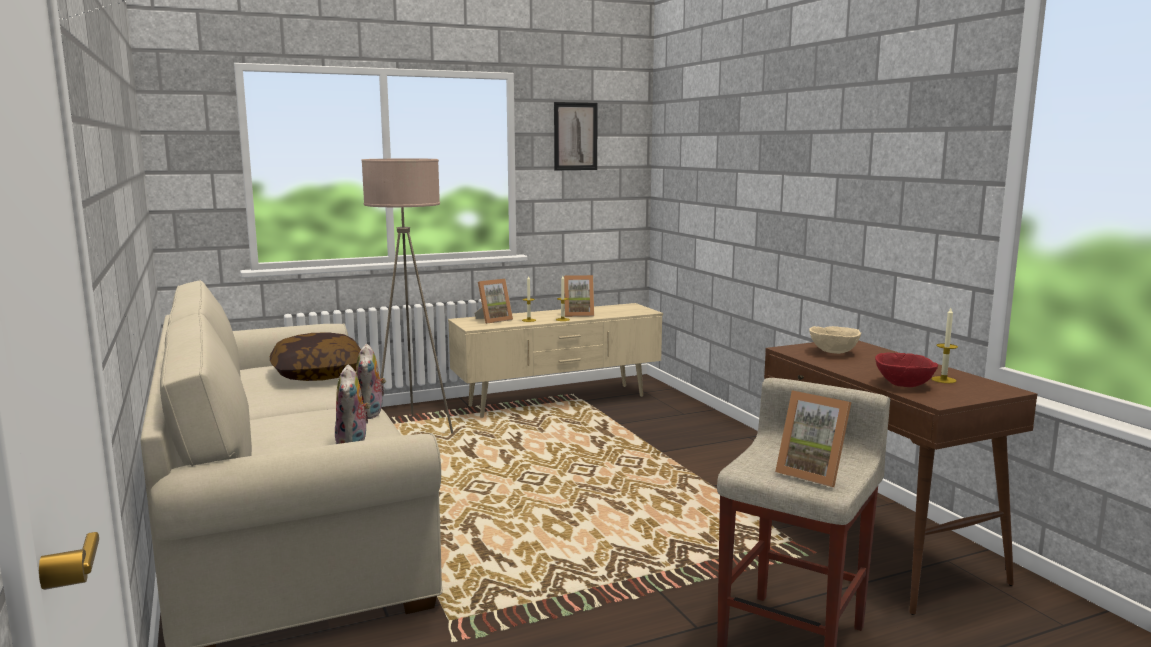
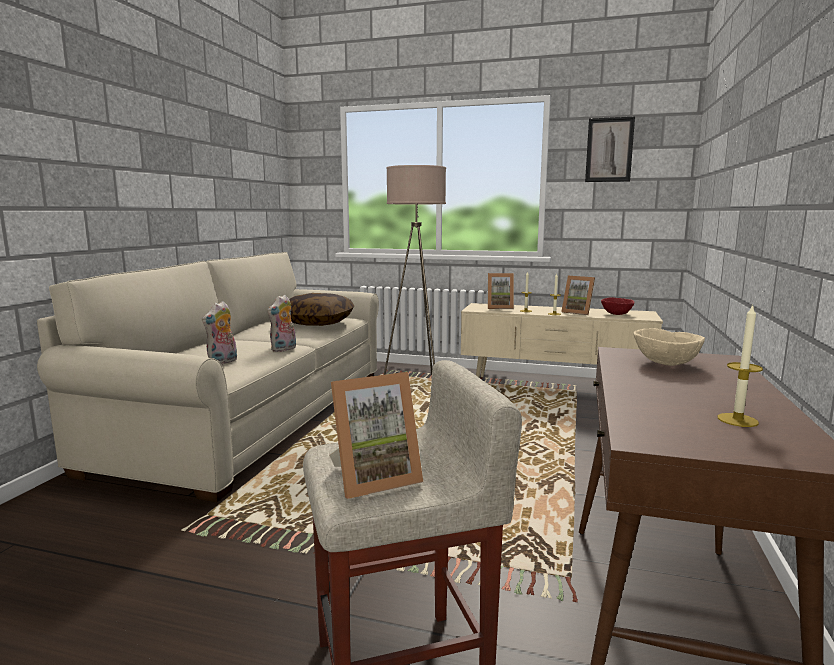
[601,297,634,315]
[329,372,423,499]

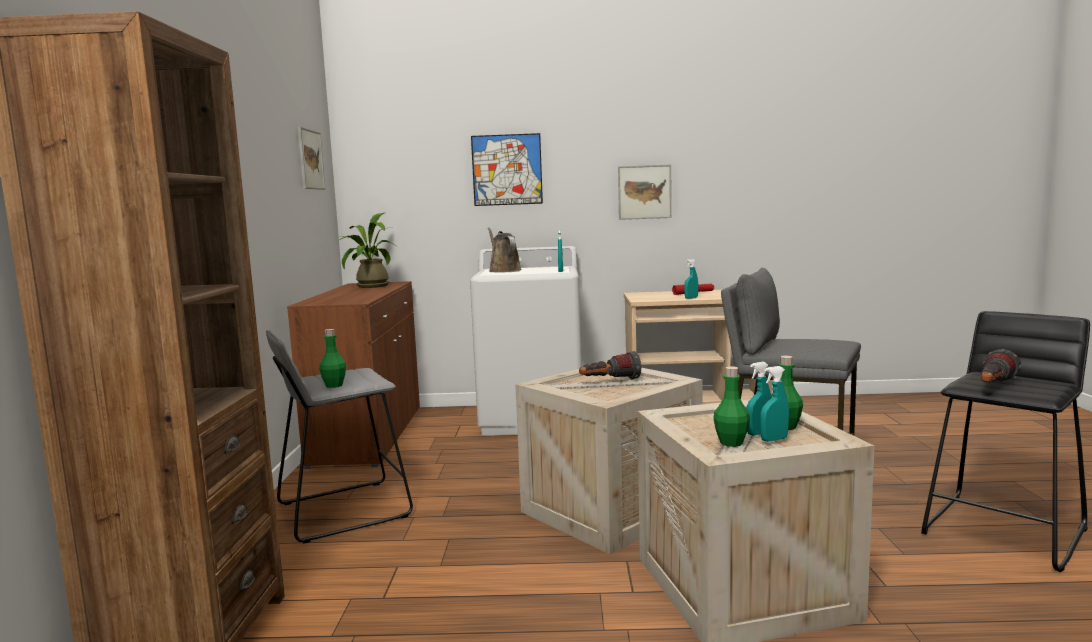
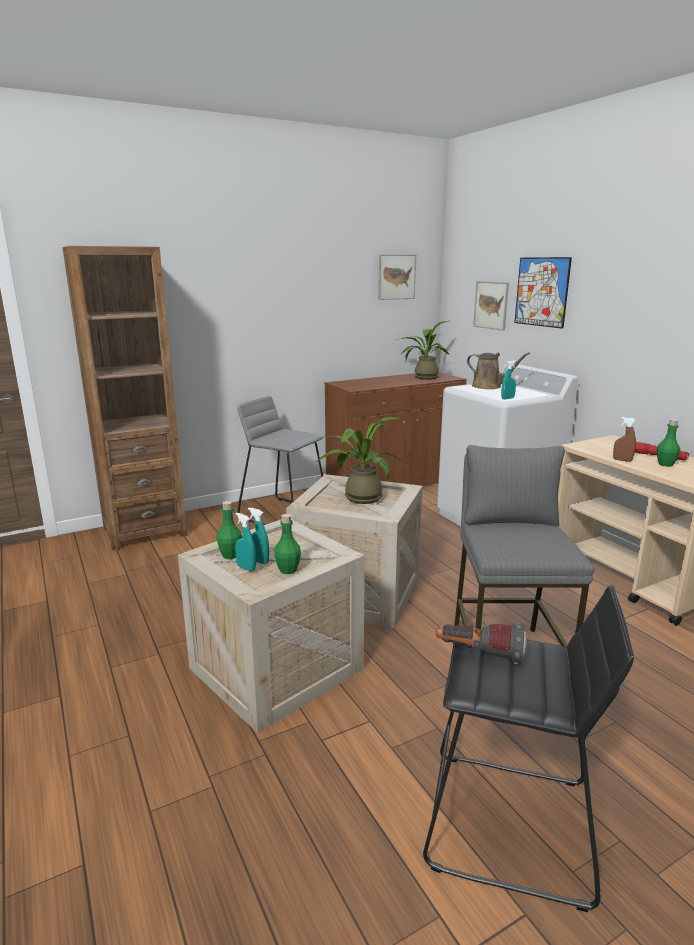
[657,419,680,467]
[473,281,509,331]
[315,417,408,504]
[613,417,636,462]
[467,352,530,389]

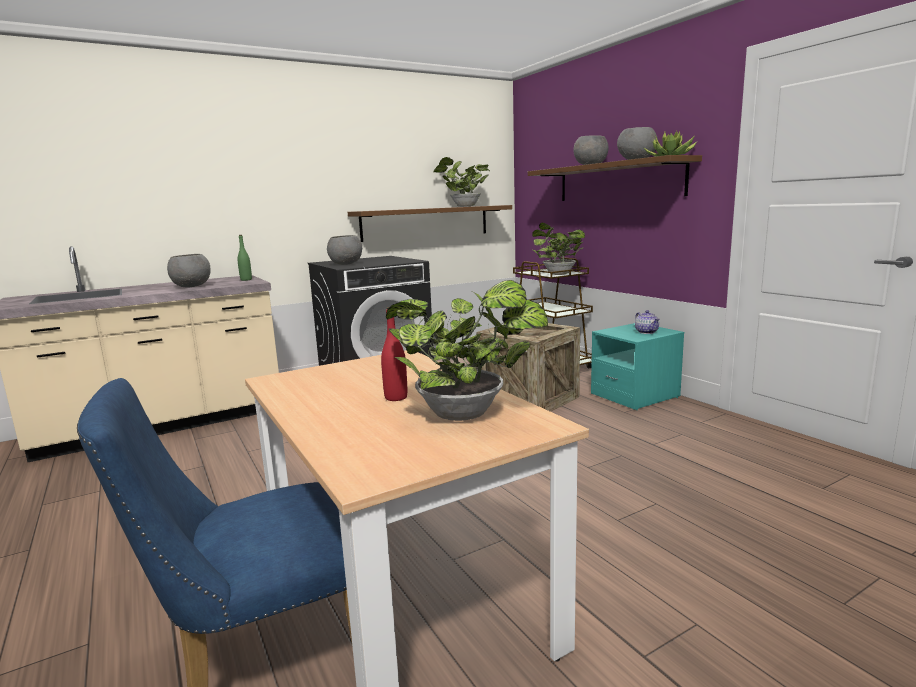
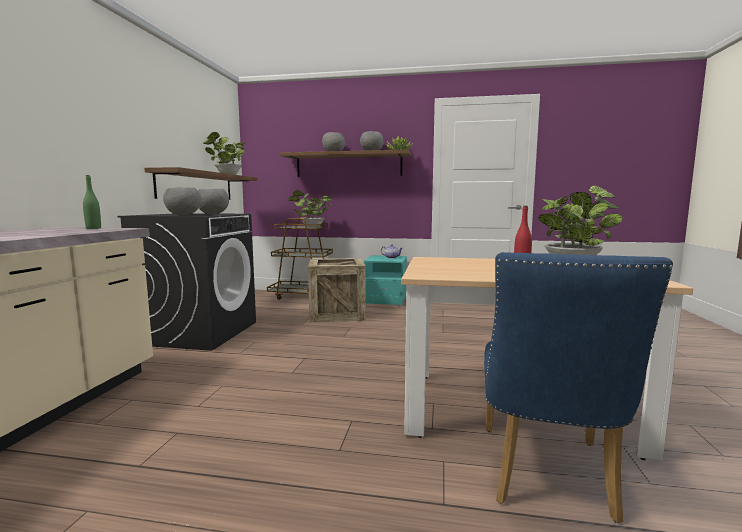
[198,189,229,214]

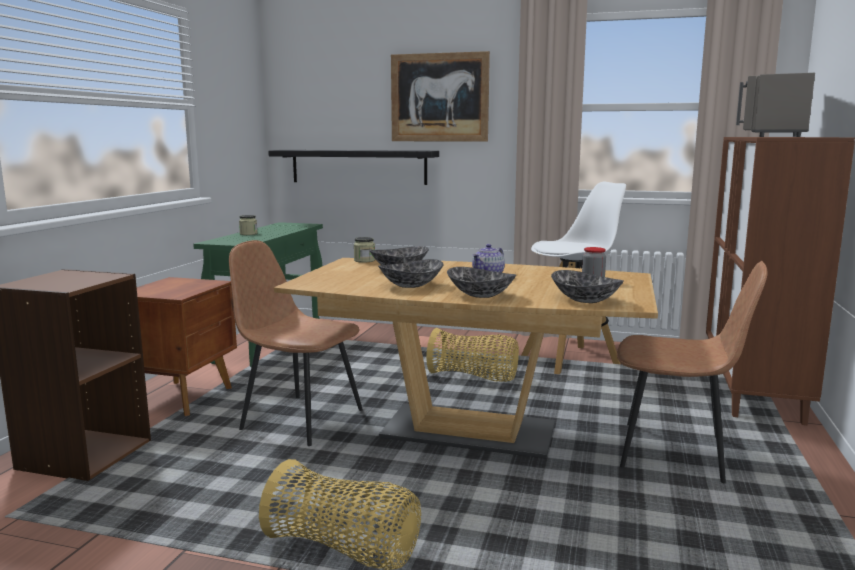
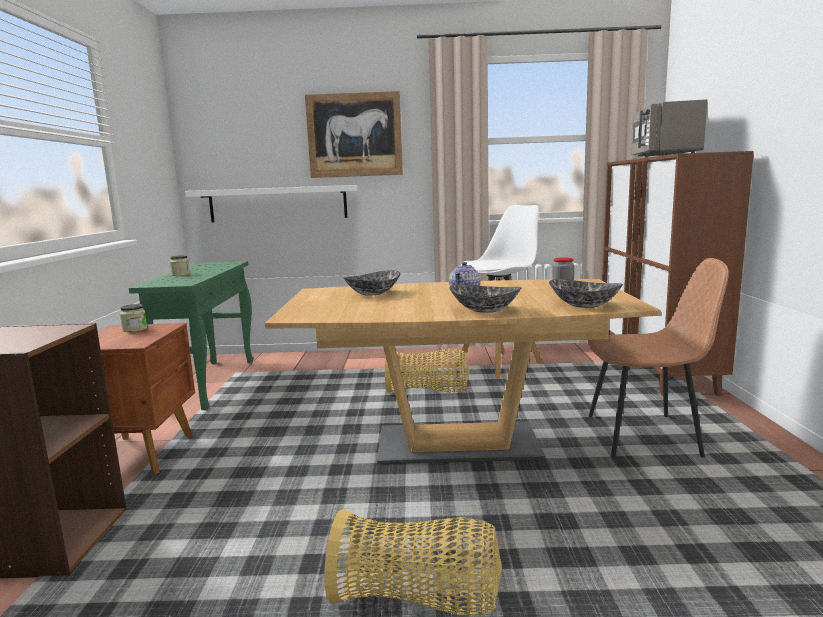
[229,240,363,446] (first image)
[378,259,444,288] (first image)
[120,304,147,332]
[185,185,358,222]

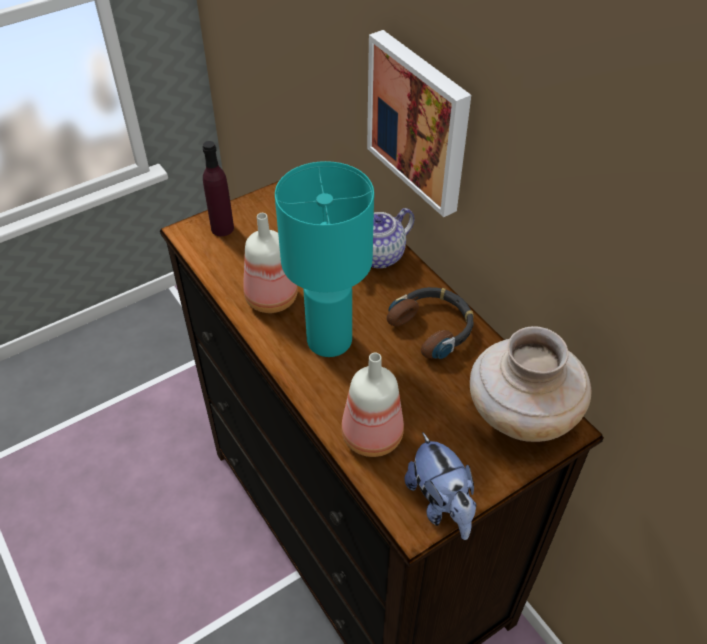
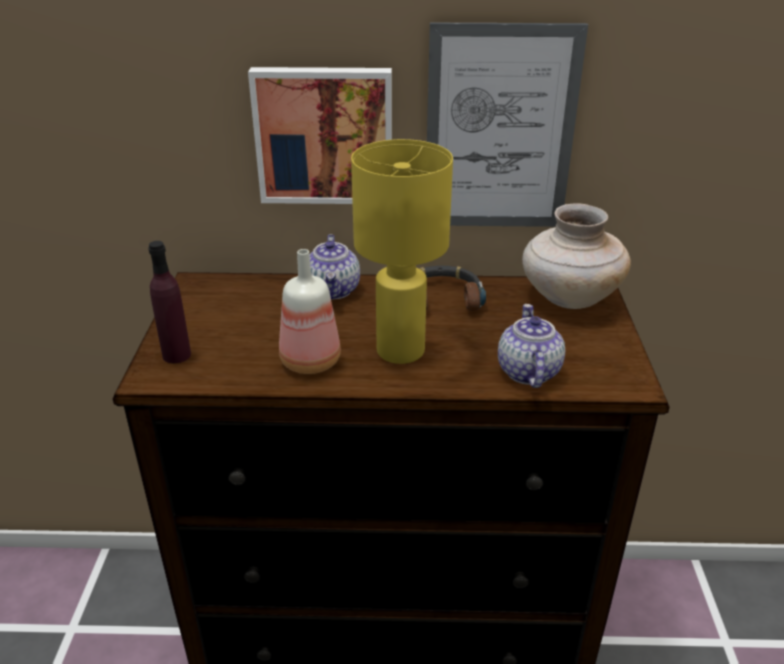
[405,433,476,540] (first image)
[427,23,588,227]
[498,304,565,388]
[351,139,453,364]

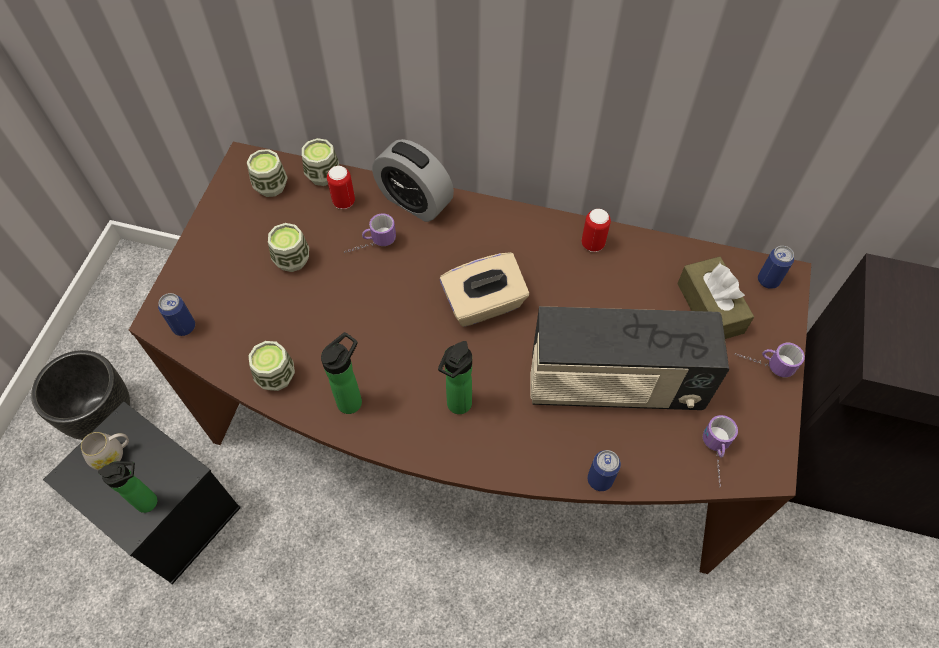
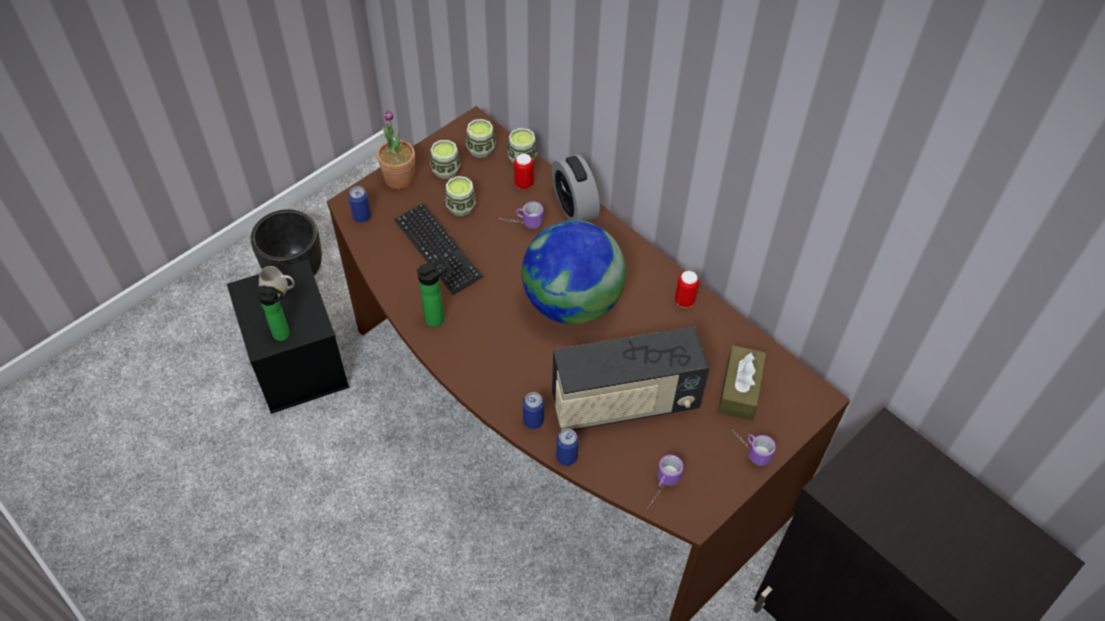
[438,341,472,414] (first image)
[377,109,415,190]
[394,203,482,295]
[430,140,461,179]
[523,392,544,429]
[522,220,626,325]
[552,327,710,431]

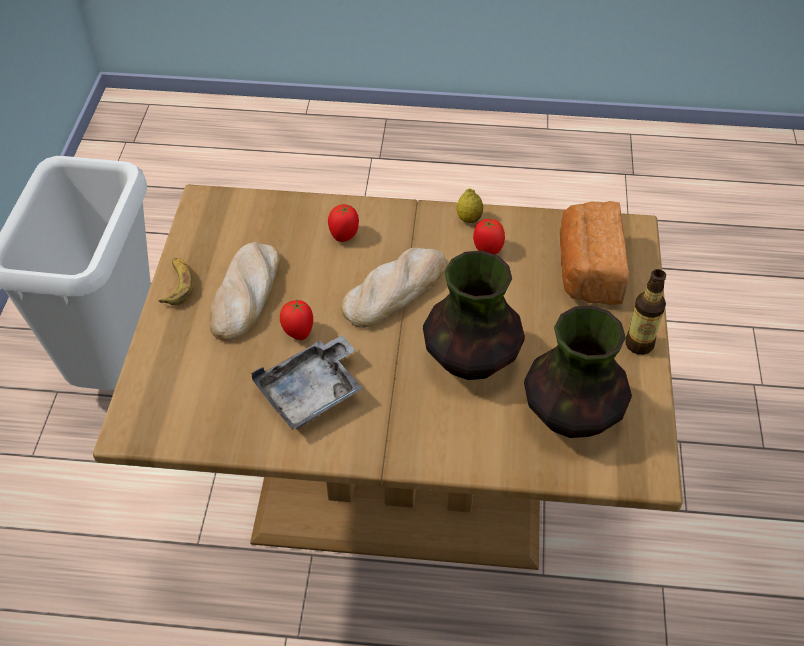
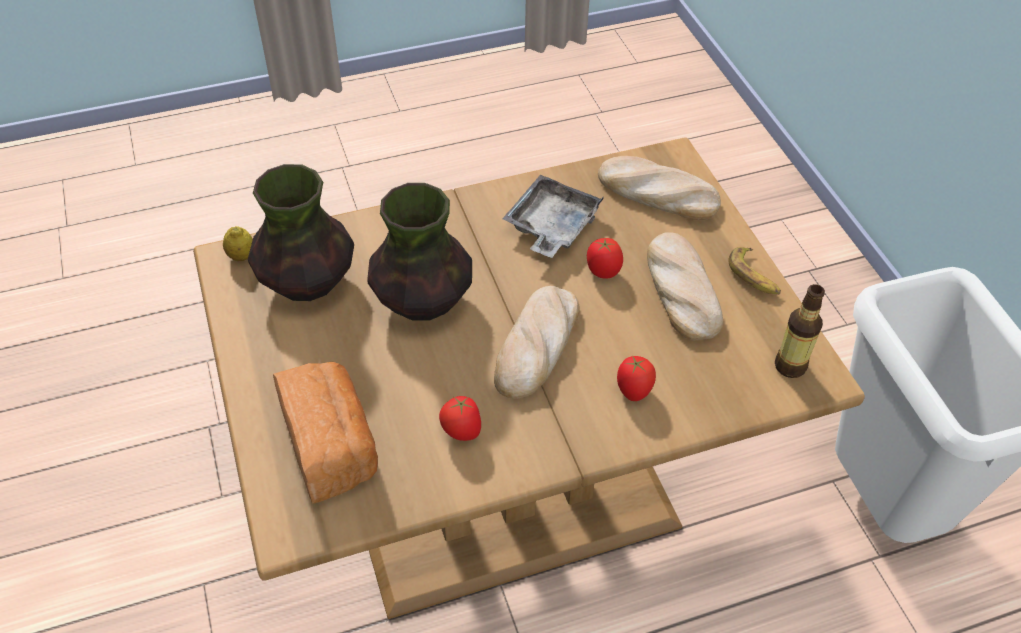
[598,156,721,220]
[223,226,253,261]
[775,284,825,378]

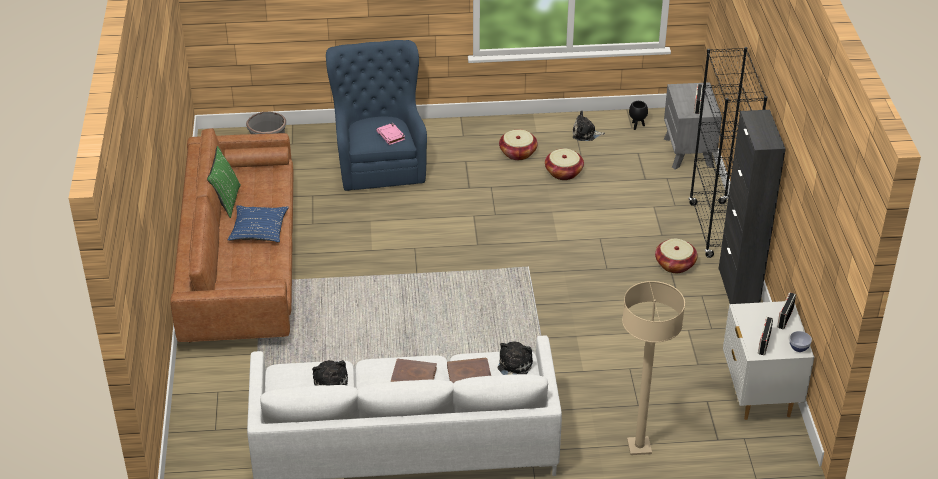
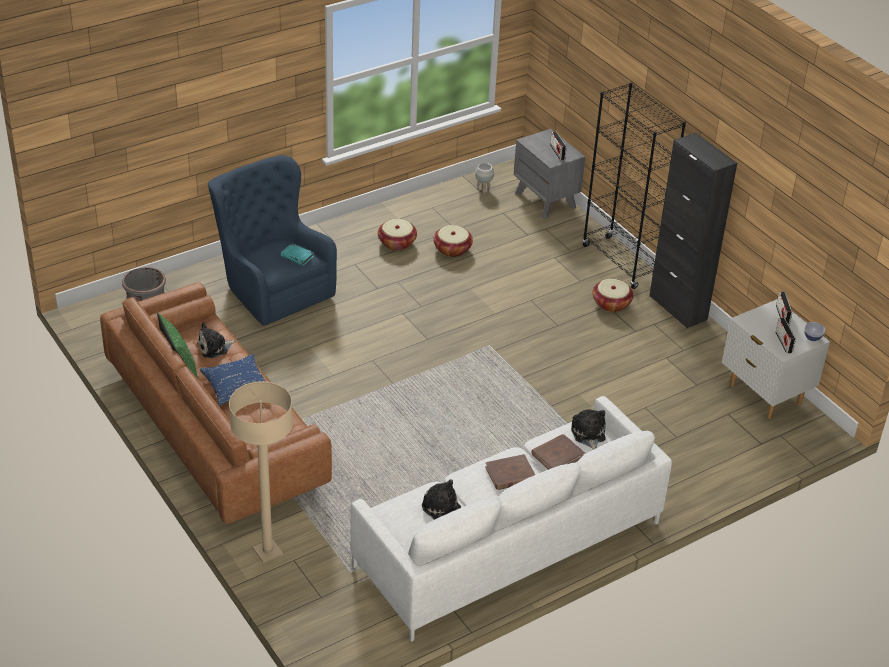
[197,322,236,358]
[229,381,293,563]
[280,243,314,266]
[475,163,494,193]

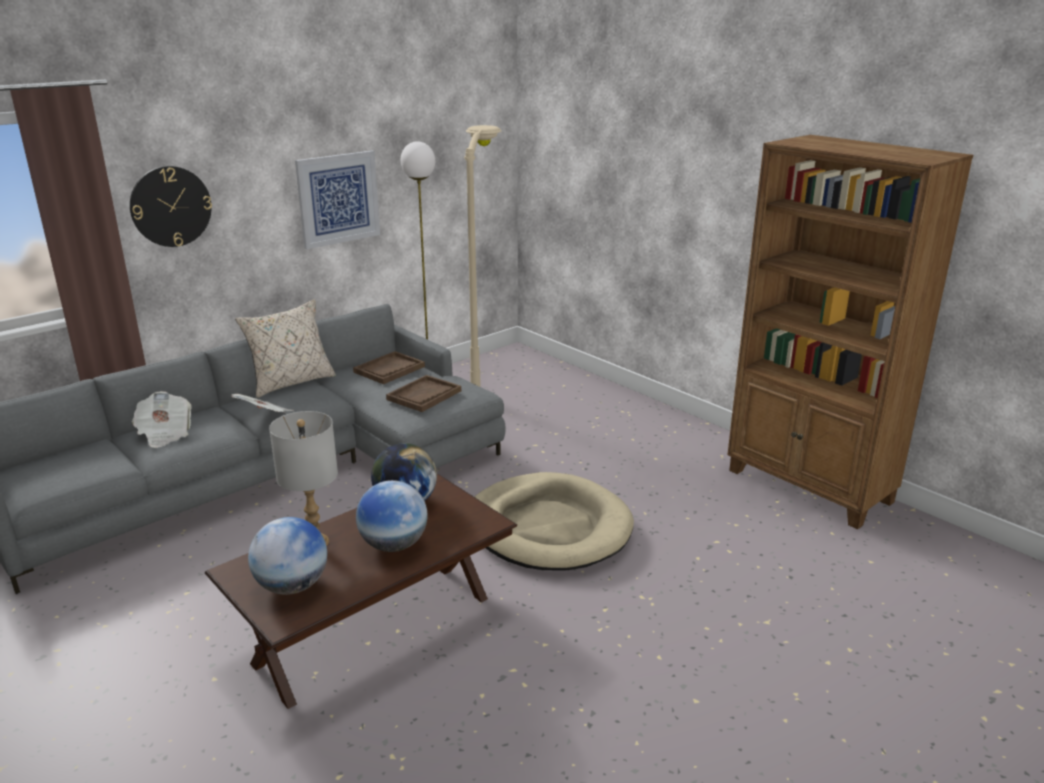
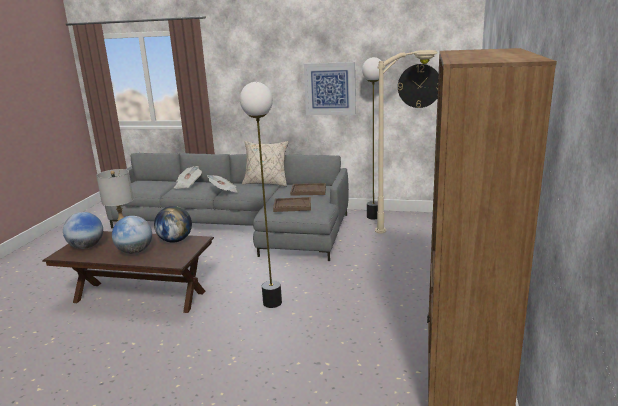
[398,64,439,108]
[240,82,282,308]

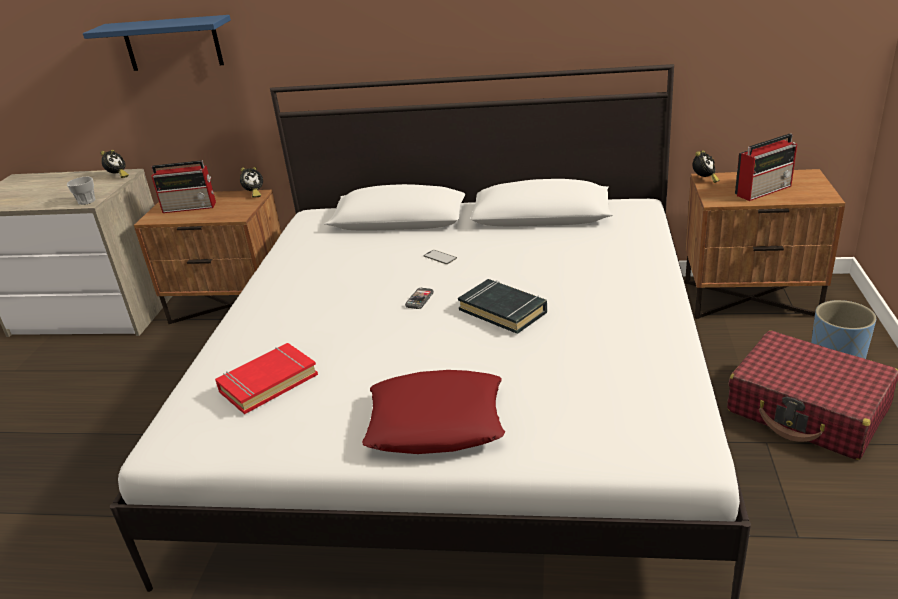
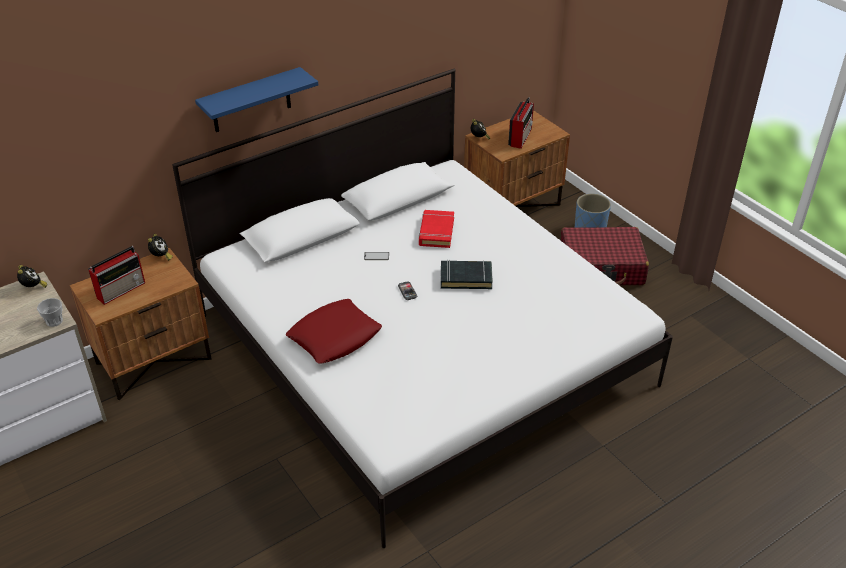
[195,67,318,132]
[419,210,454,248]
[286,299,382,364]

